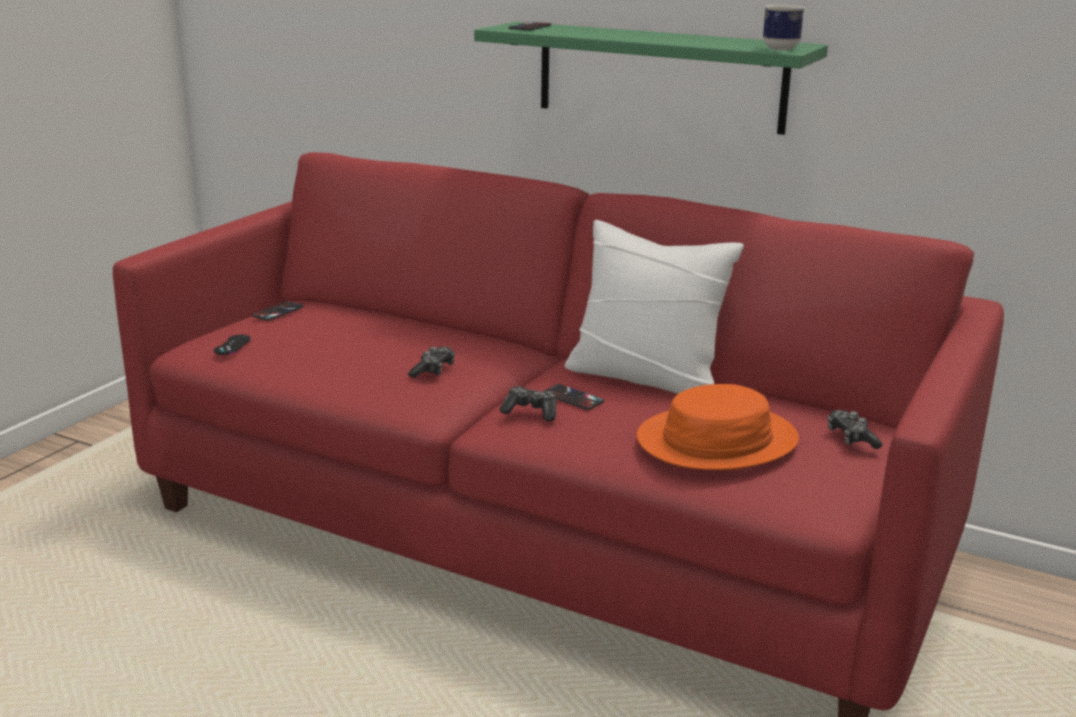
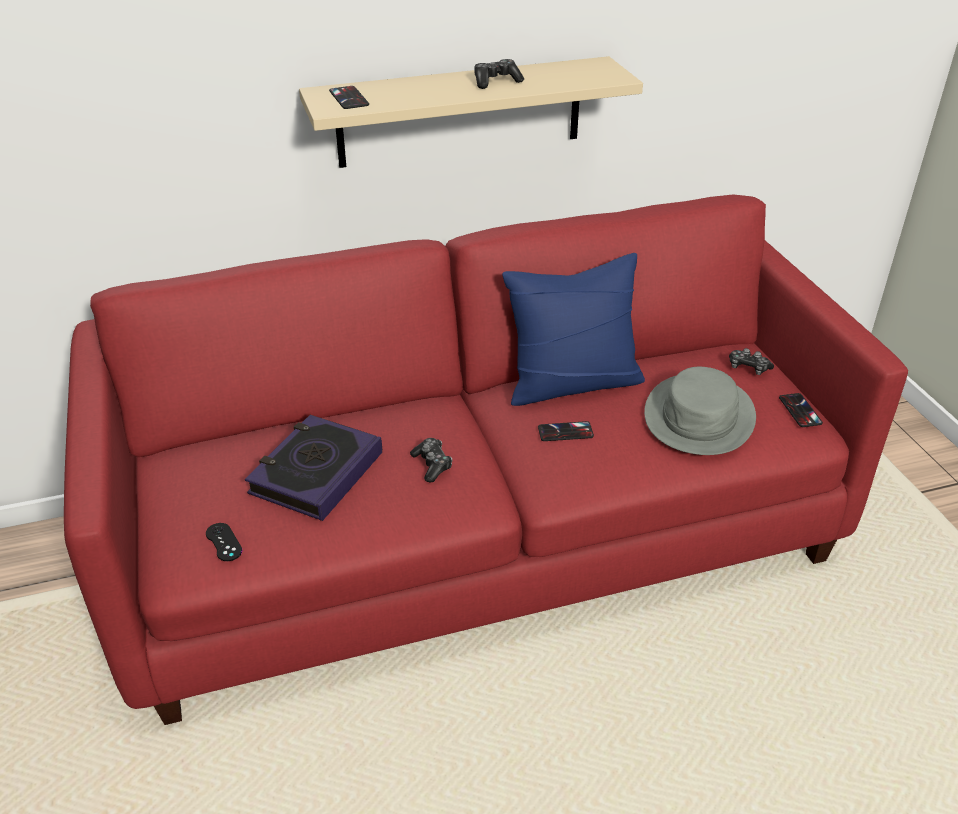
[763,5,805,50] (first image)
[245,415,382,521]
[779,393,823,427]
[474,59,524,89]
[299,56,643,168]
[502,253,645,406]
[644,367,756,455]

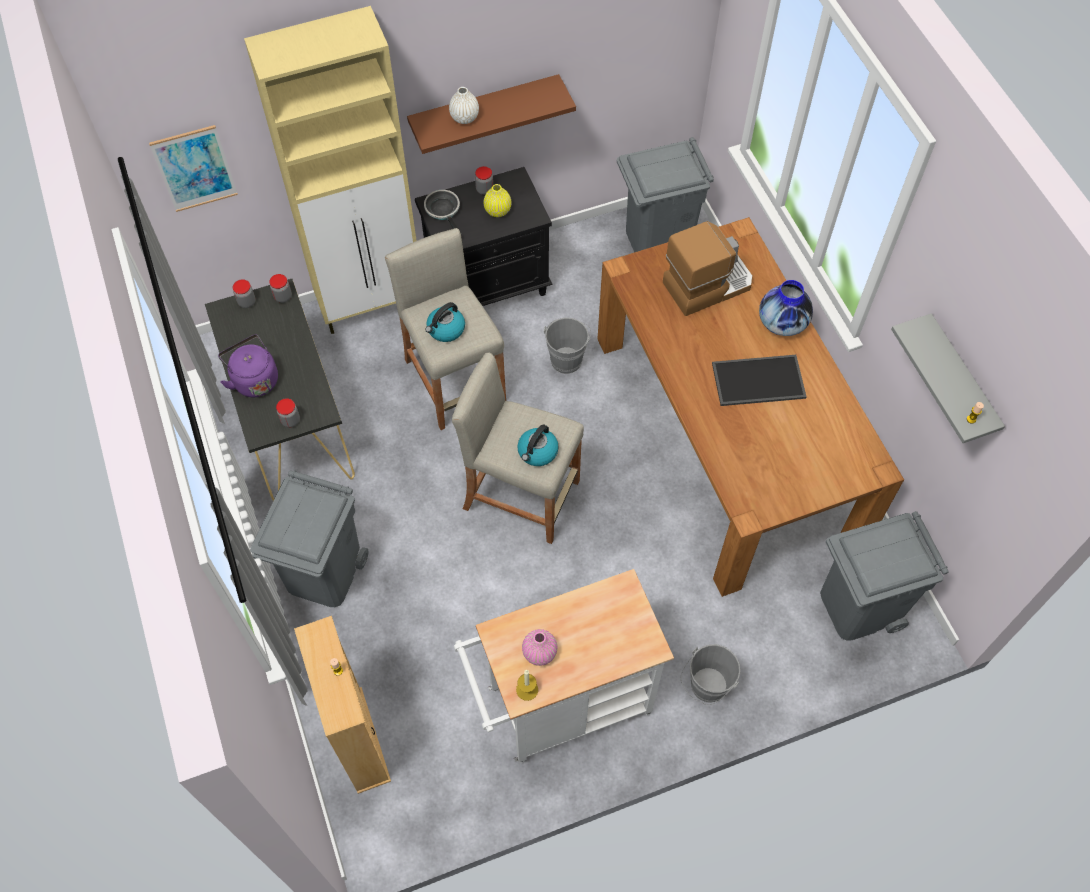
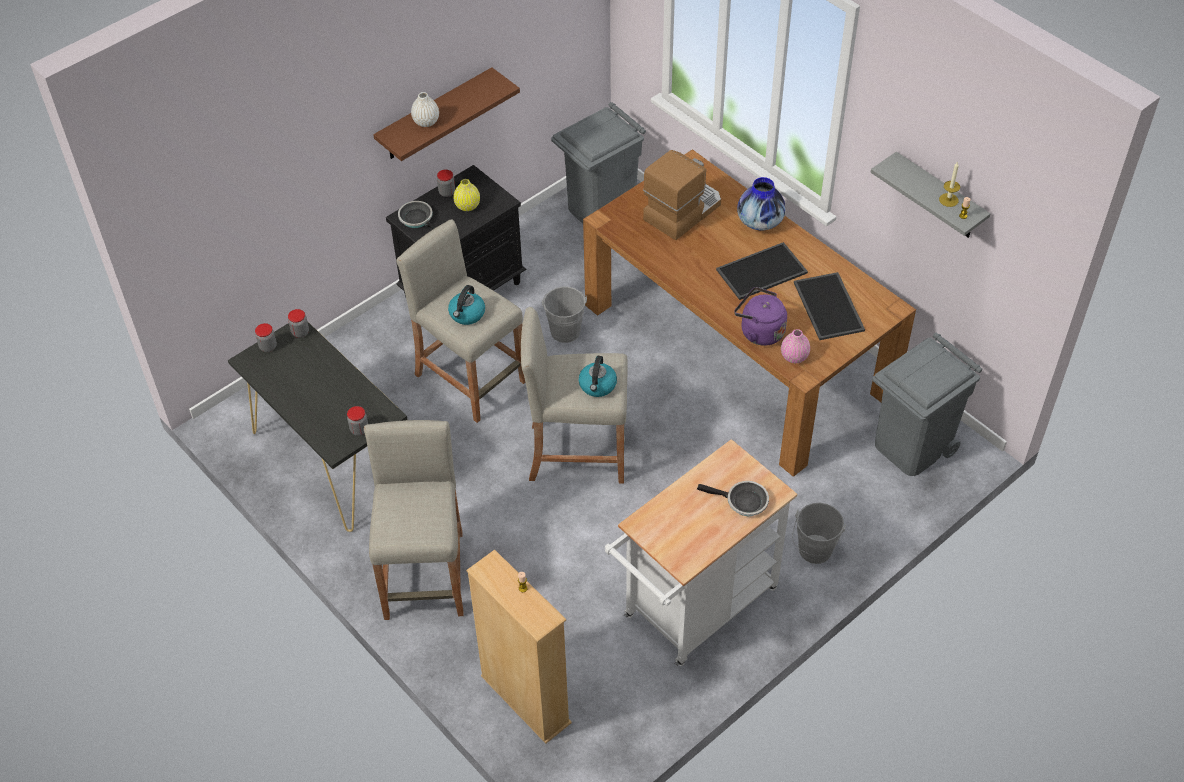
[149,125,238,212] (first image)
[244,6,417,334] (first image)
[697,481,769,516]
[794,272,865,340]
[734,287,787,346]
[939,161,960,207]
[781,329,810,363]
[364,420,464,620]

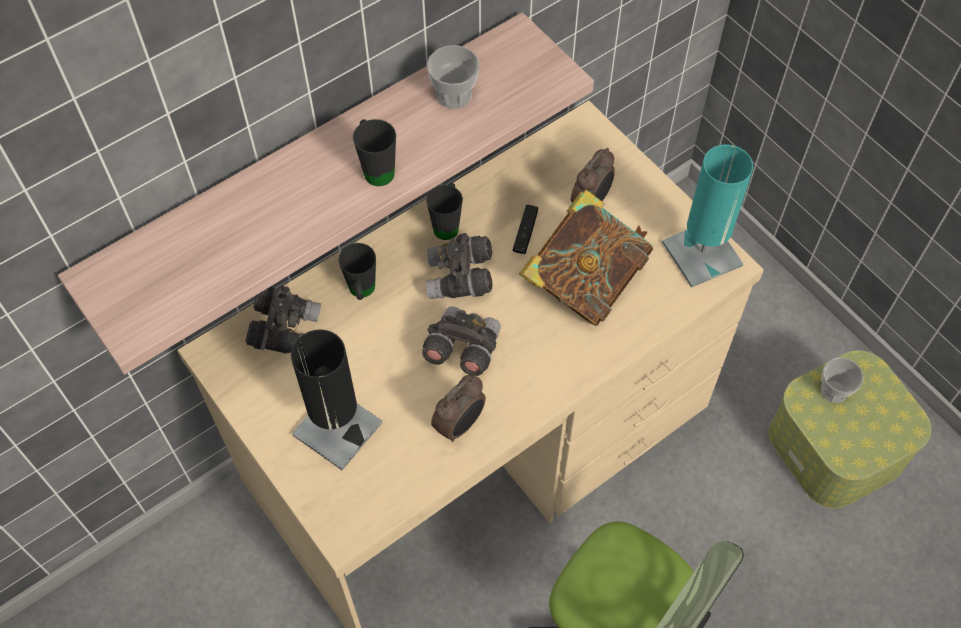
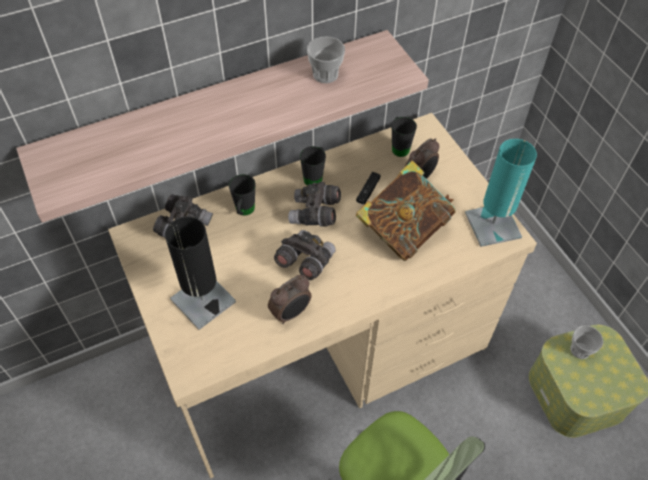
[392,117,417,157]

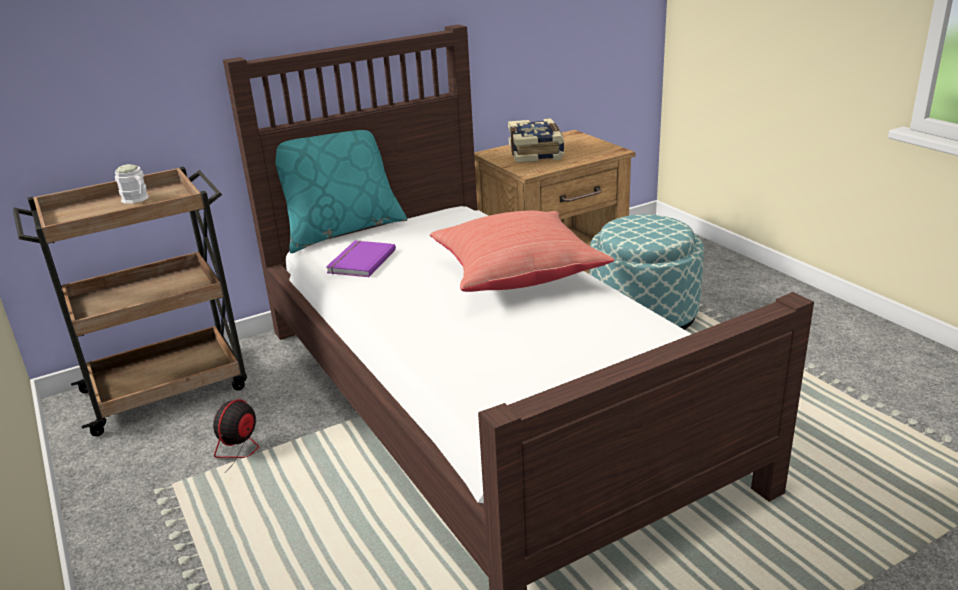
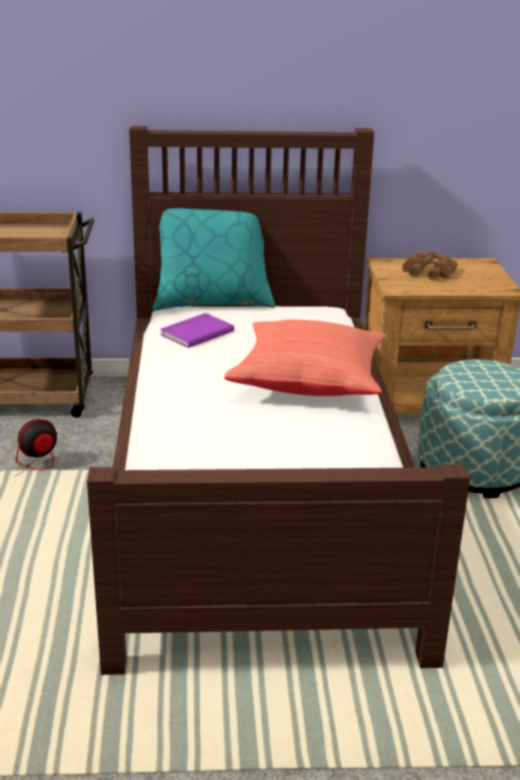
[115,164,149,203] (first image)
[402,251,457,280]

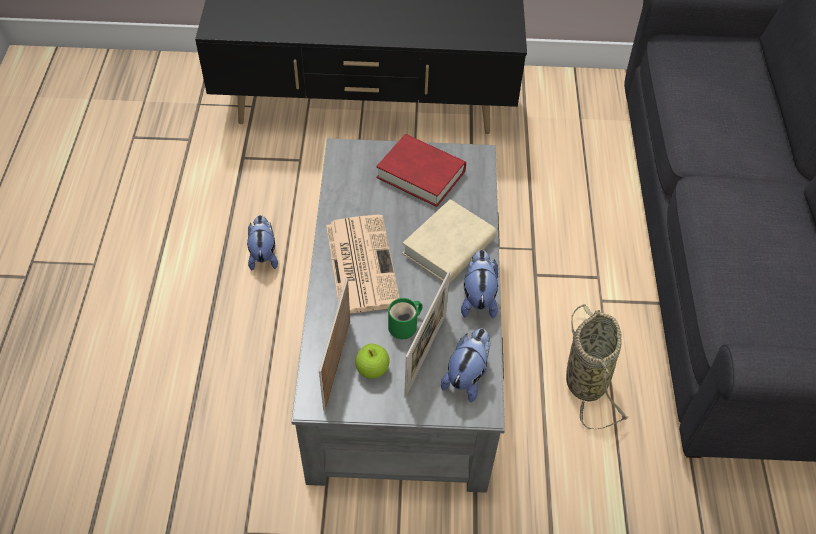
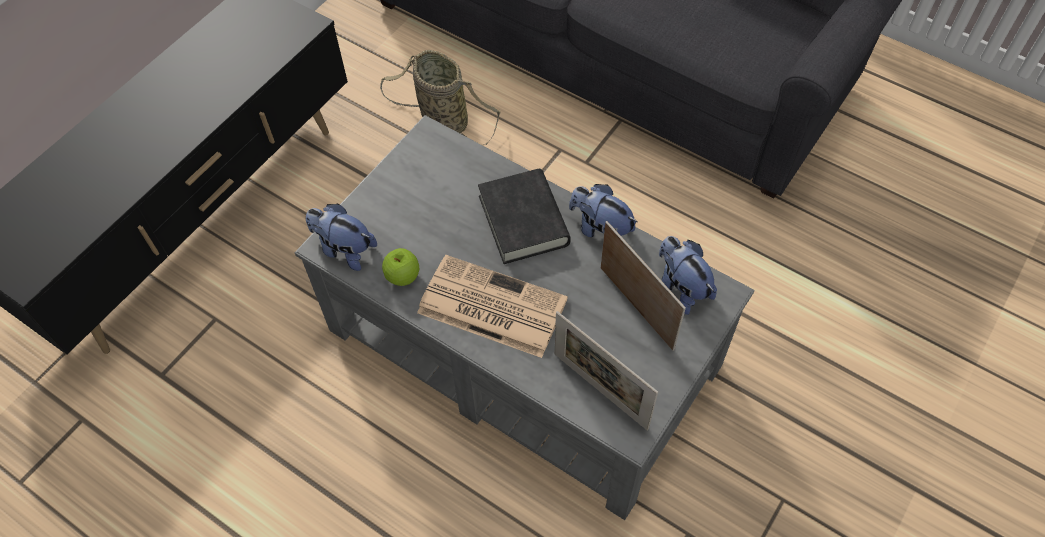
[376,134,466,207] (first image)
[388,298,423,339] (first image)
[306,204,377,271]
[382,248,419,286]
[380,50,500,145]
[478,169,571,264]

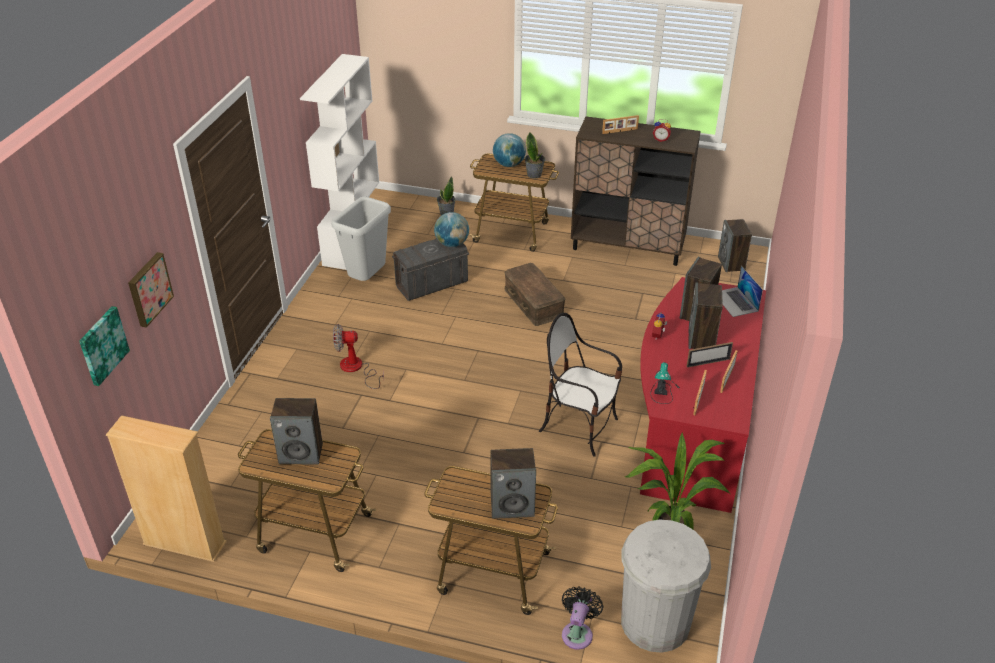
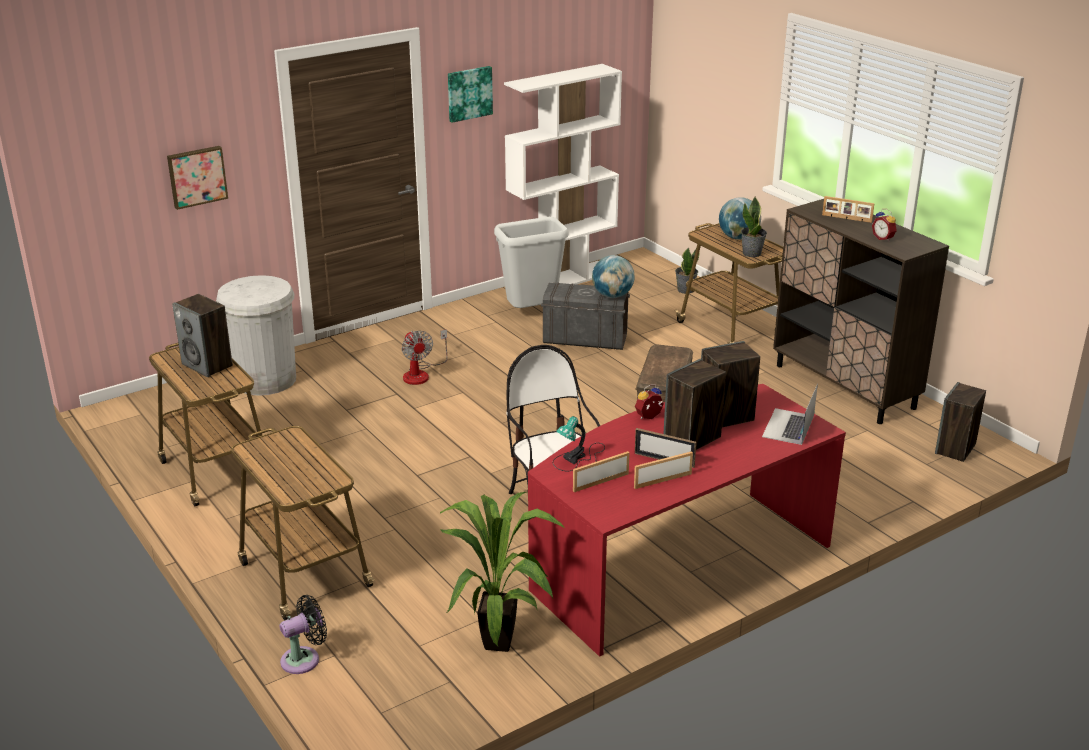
[106,415,227,562] (first image)
[490,448,536,519] (first image)
[448,66,493,123]
[216,275,296,396]
[402,329,447,385]

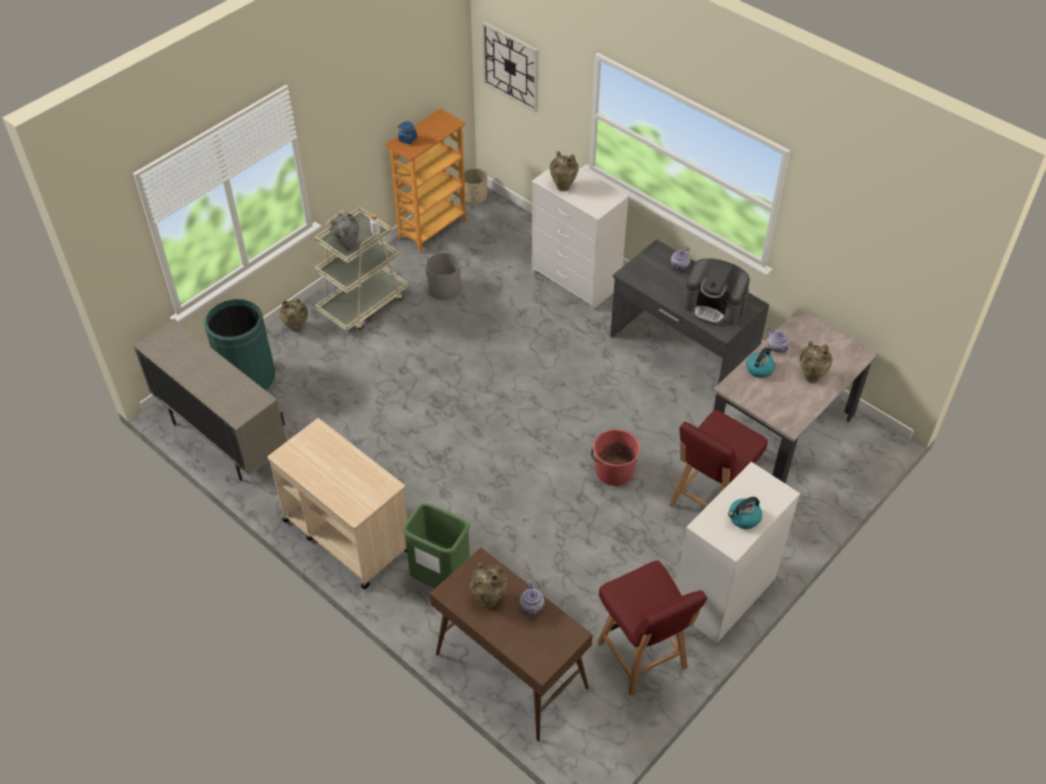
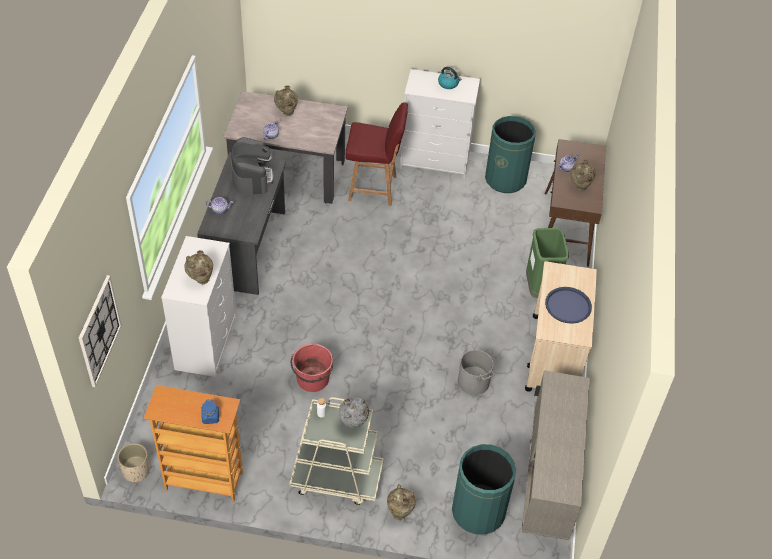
[746,347,775,378] (first image)
[545,287,592,324]
[458,343,495,395]
[290,344,333,392]
[485,116,536,193]

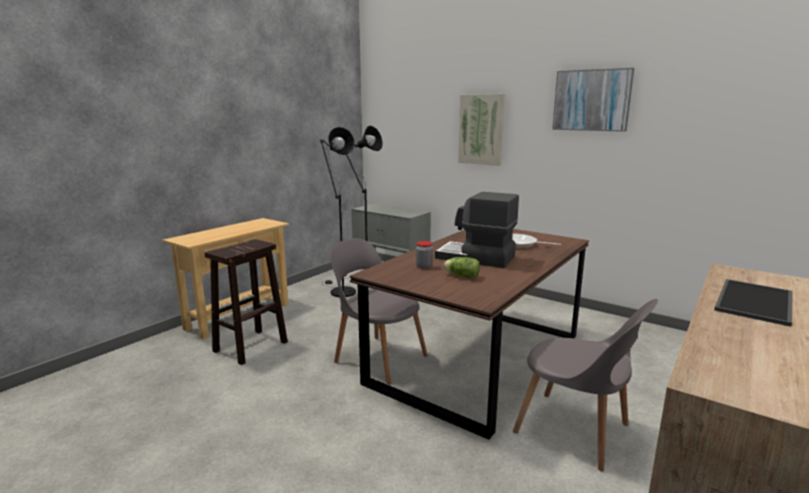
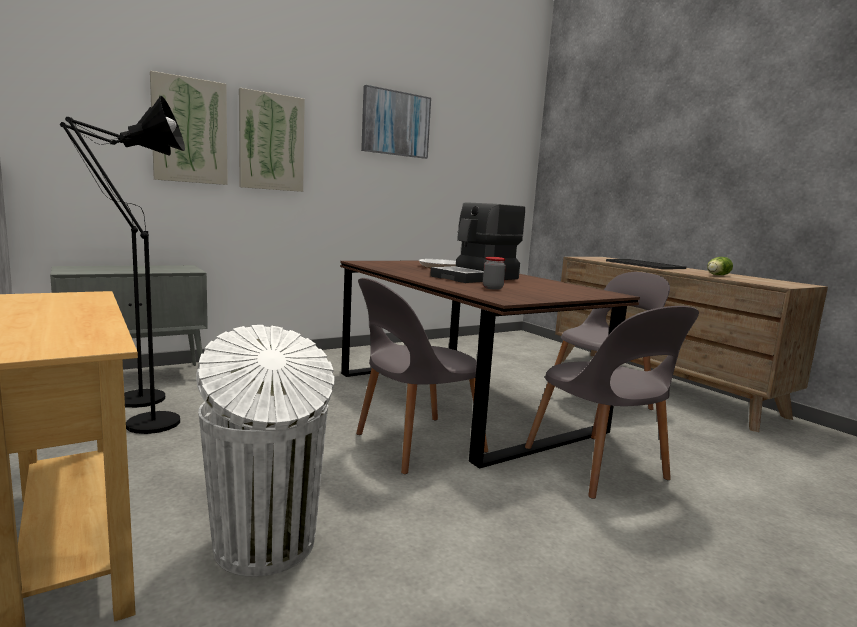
[150,71,228,185]
[525,306,699,499]
[707,257,733,275]
[196,325,335,577]

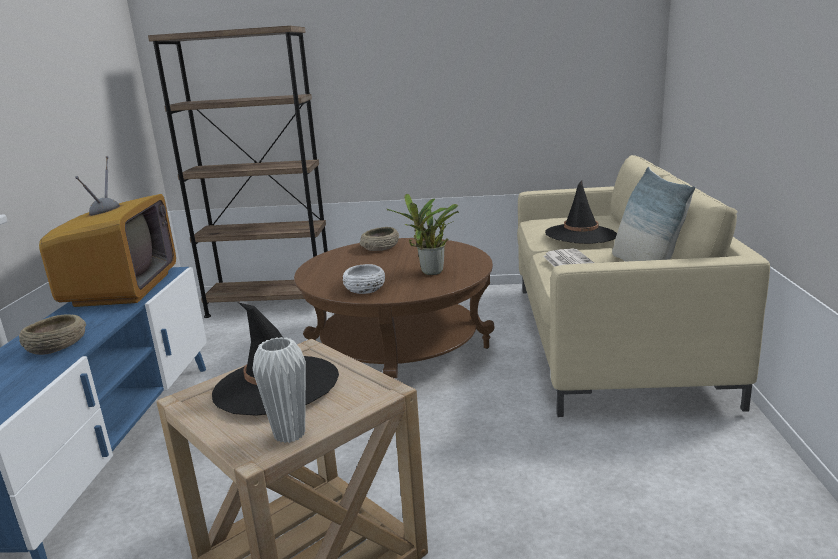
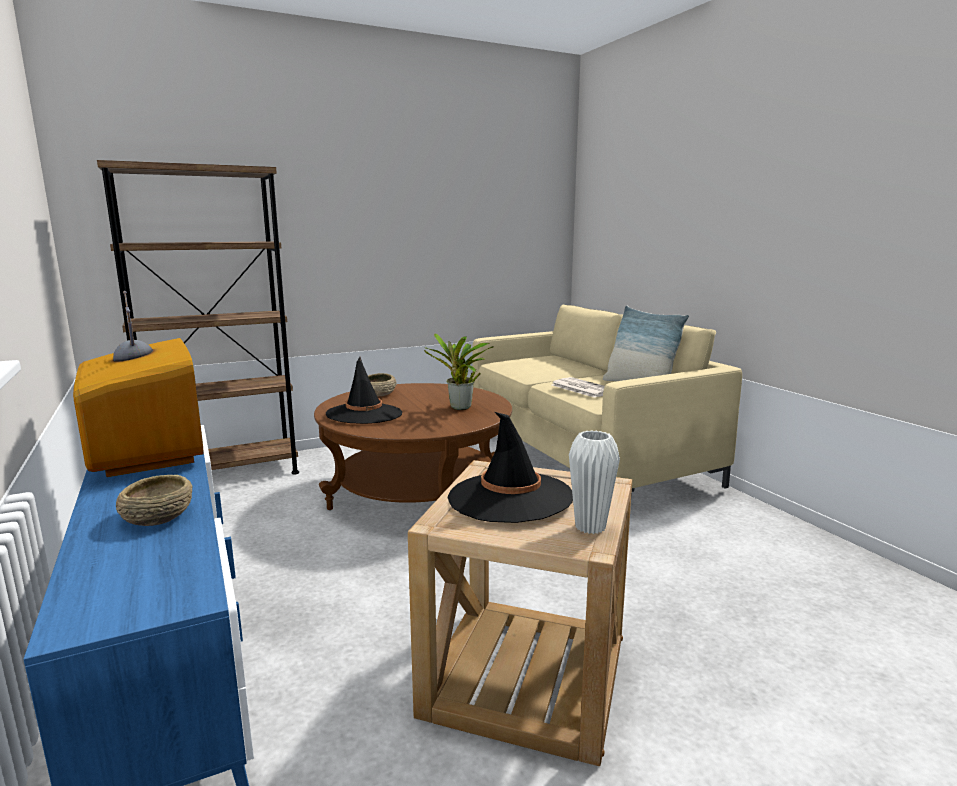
[343,264,385,294] (first image)
[326,357,402,424]

